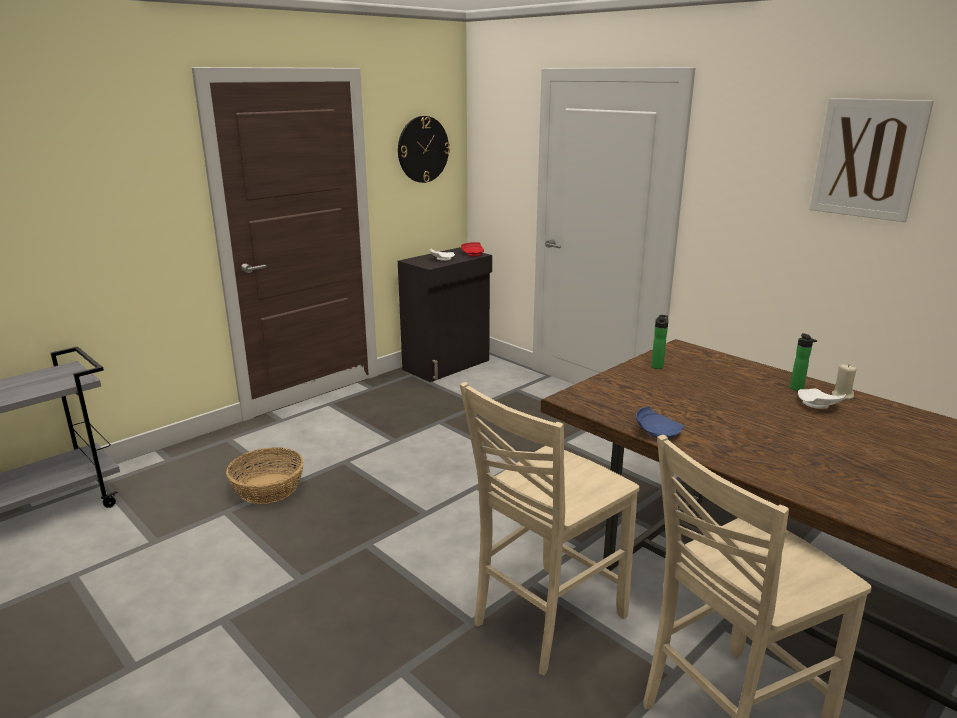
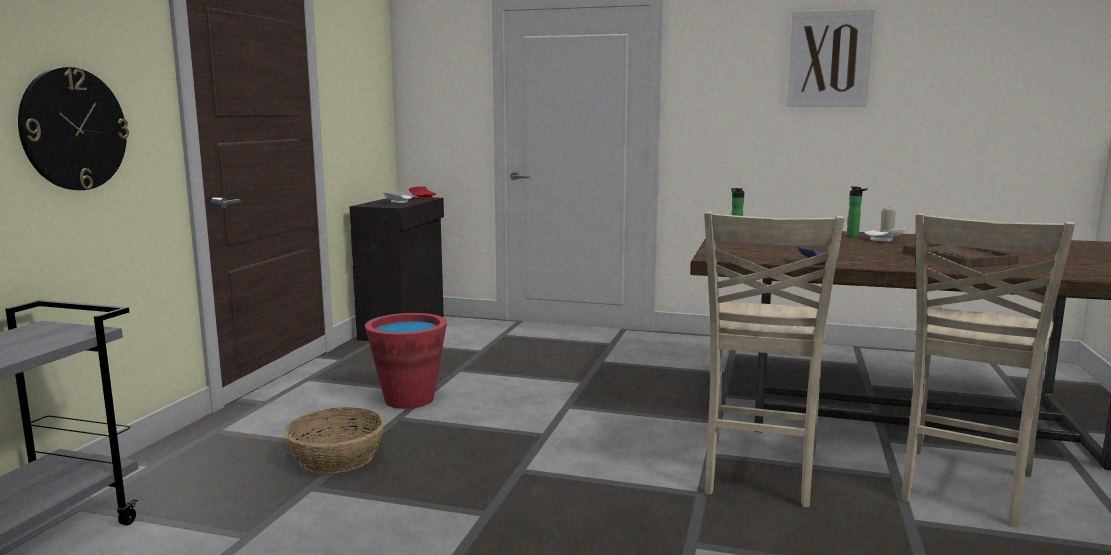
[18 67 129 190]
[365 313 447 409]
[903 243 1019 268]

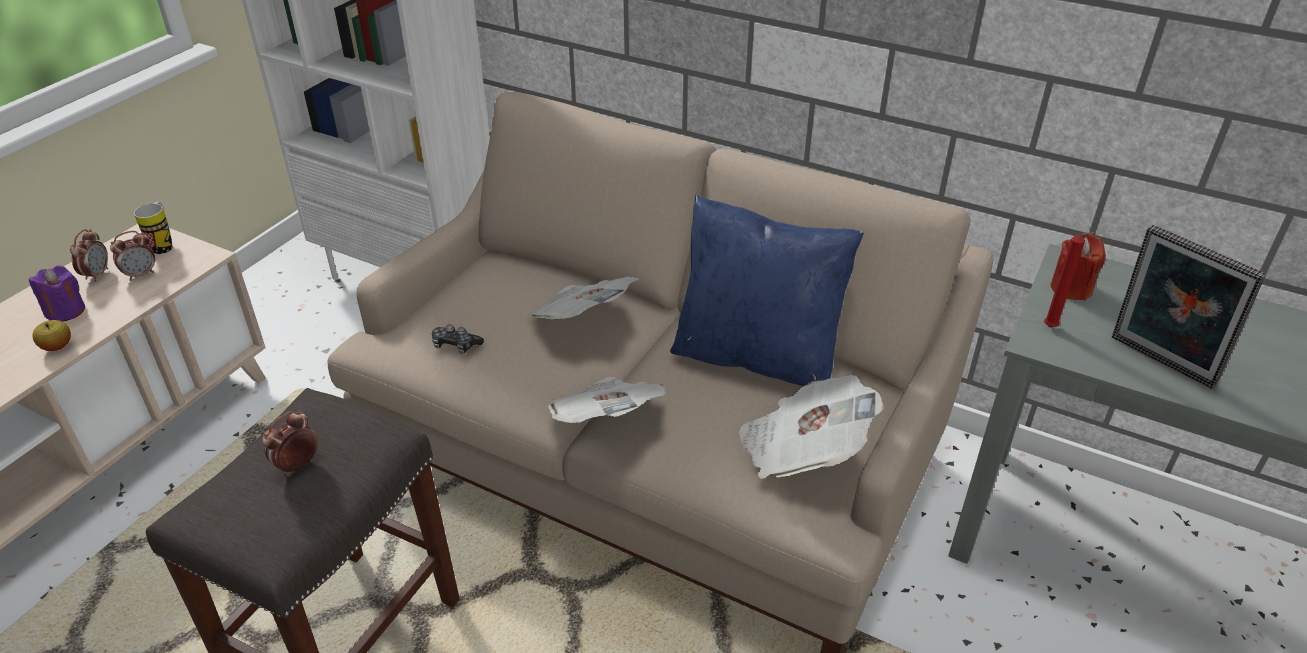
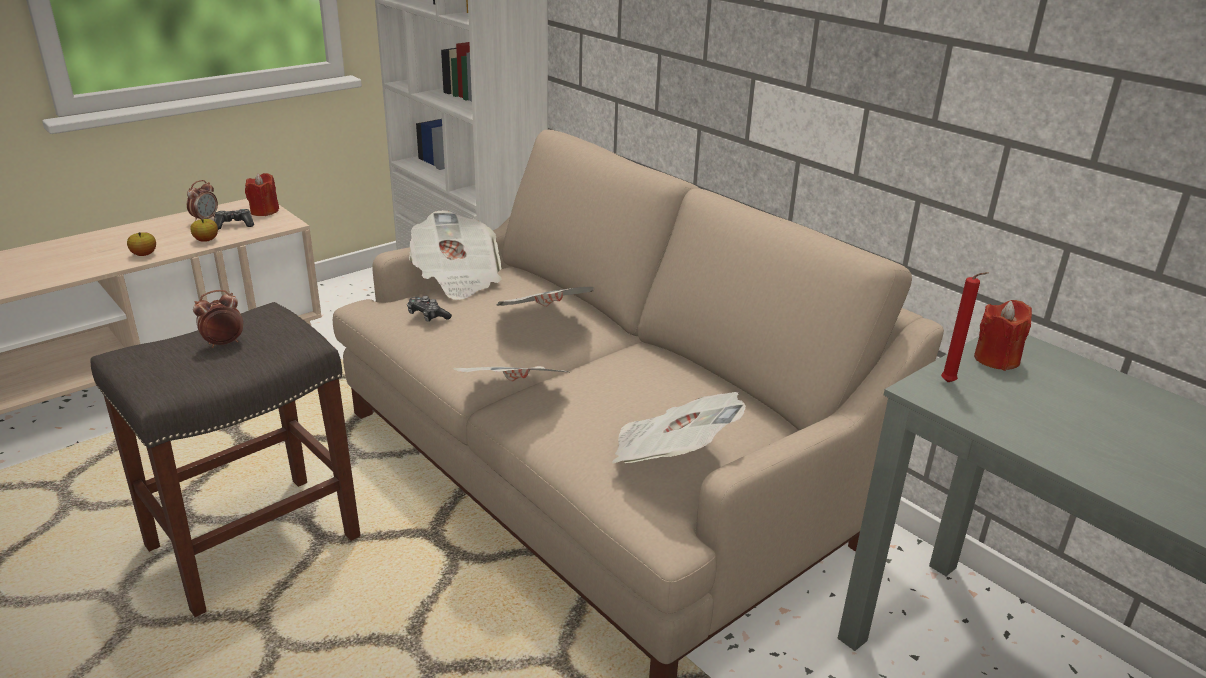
[29 265 85 322] (first image)
[214 209 254 230]
[245 173 279 216]
[670 195 864 386] (first image)
[1112 225 1266 389] (first image)
[190 219 218 242]
[409 210 502 300]

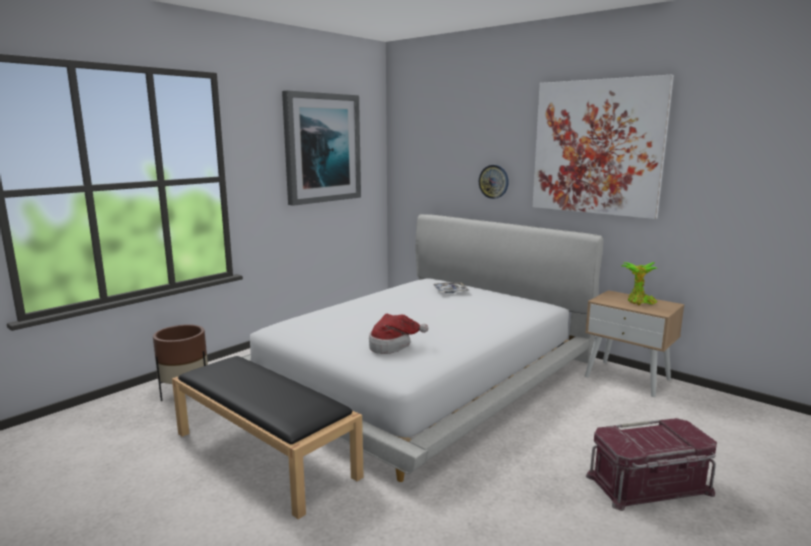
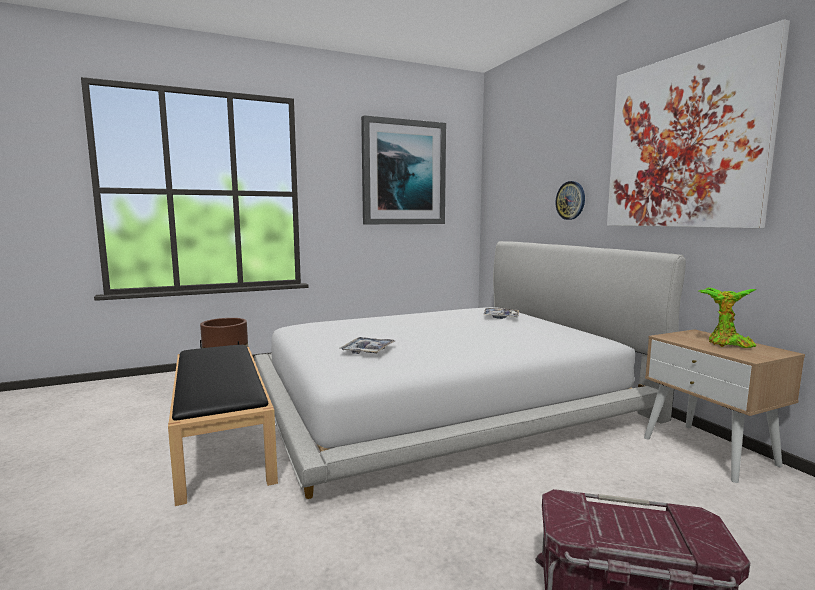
[339 337 395 354]

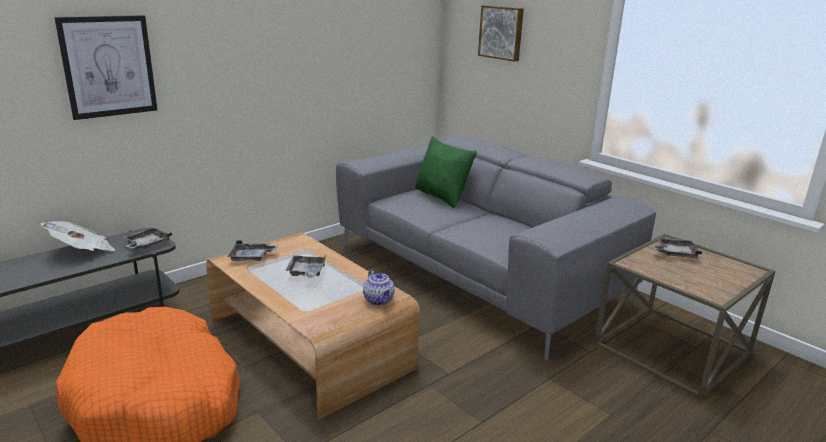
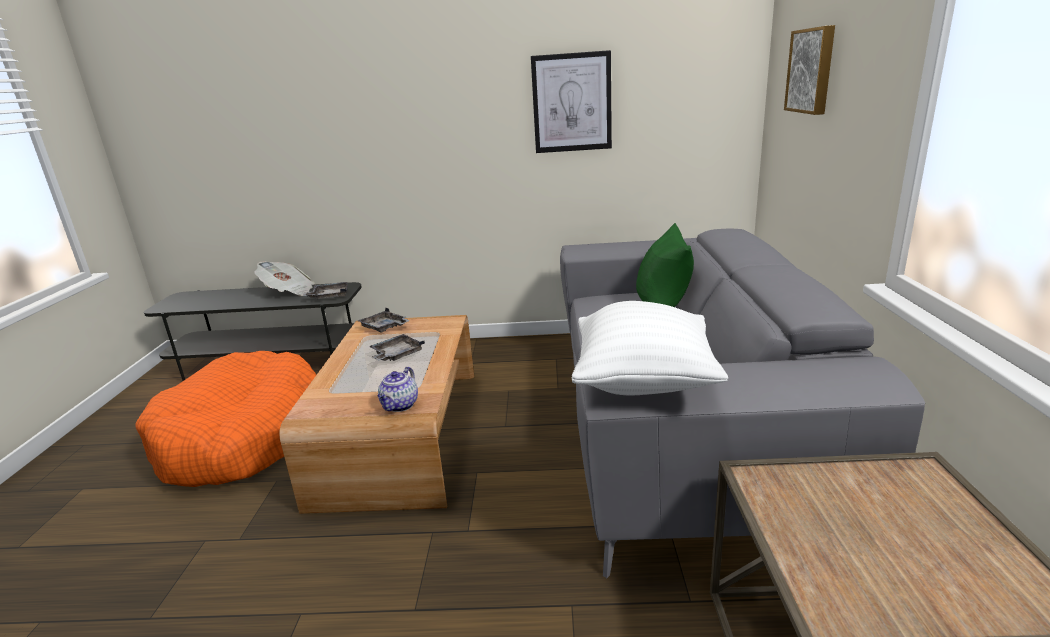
[531 50 612 153]
[652 237 702 258] (first image)
[572 301 728 395]

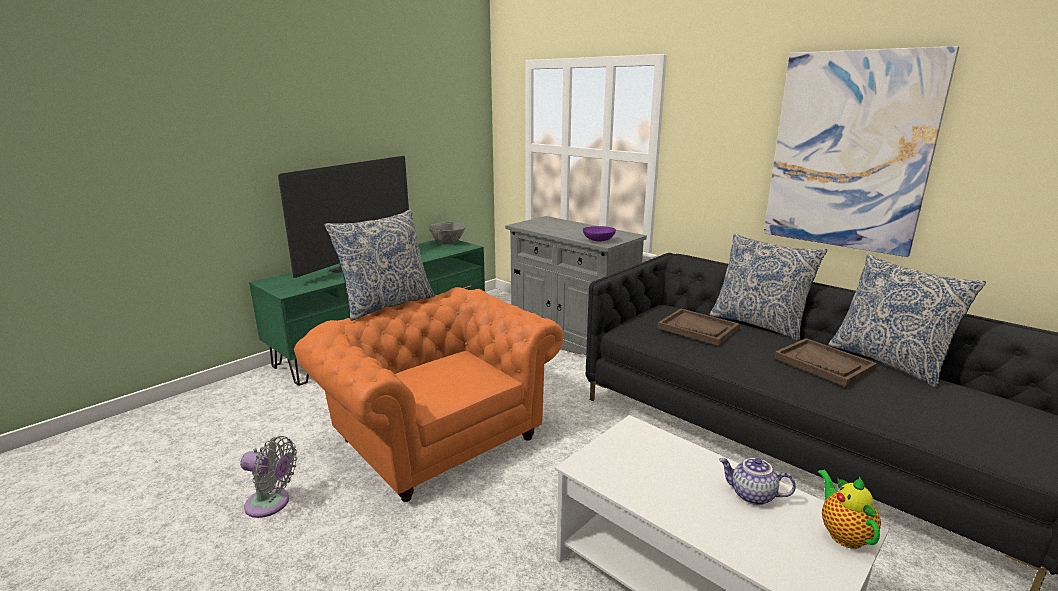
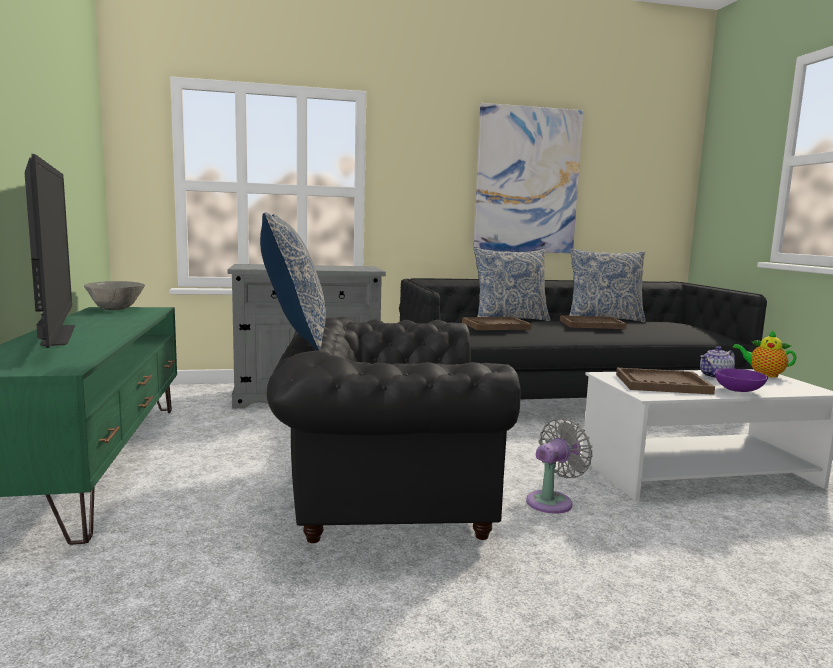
[526 418 593 514]
[267 317 521 543]
[715 368 768 392]
[616 368 715 395]

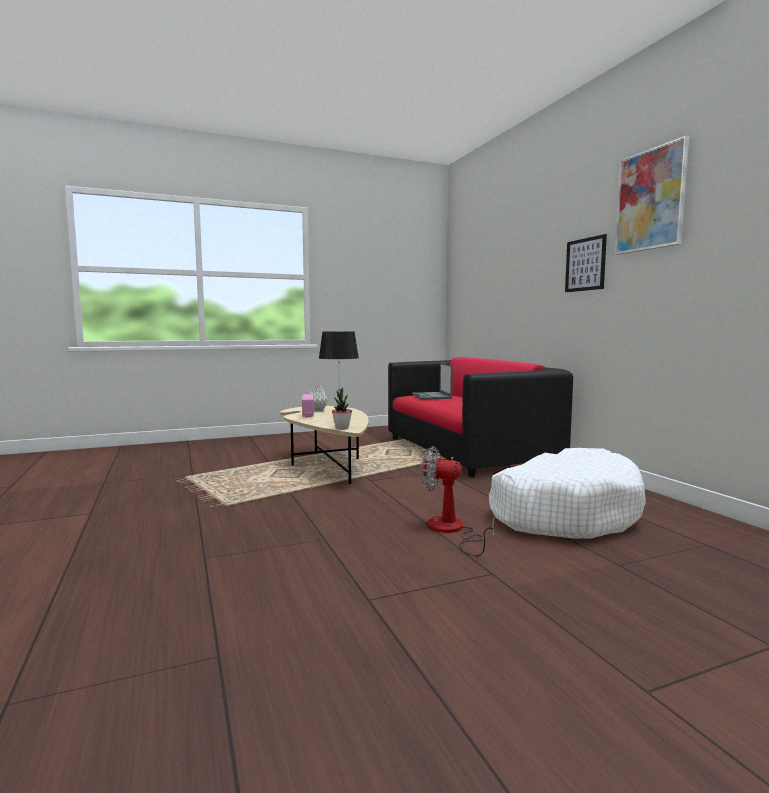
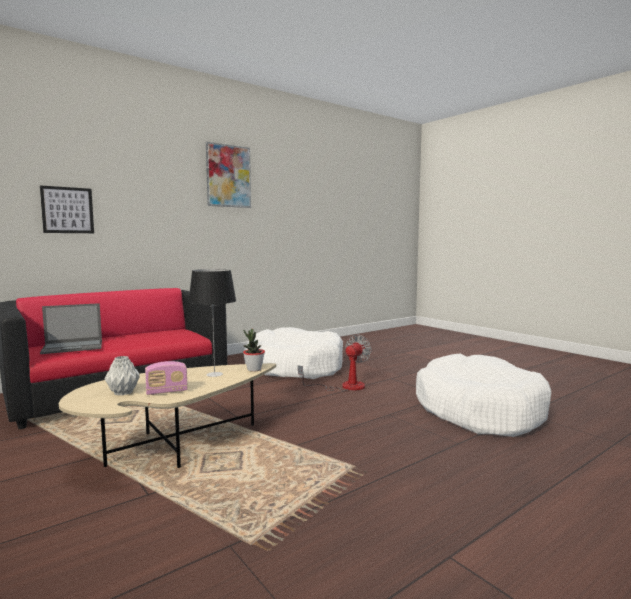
[298 334 371 391]
[40 185 94 233]
[416 354 551 437]

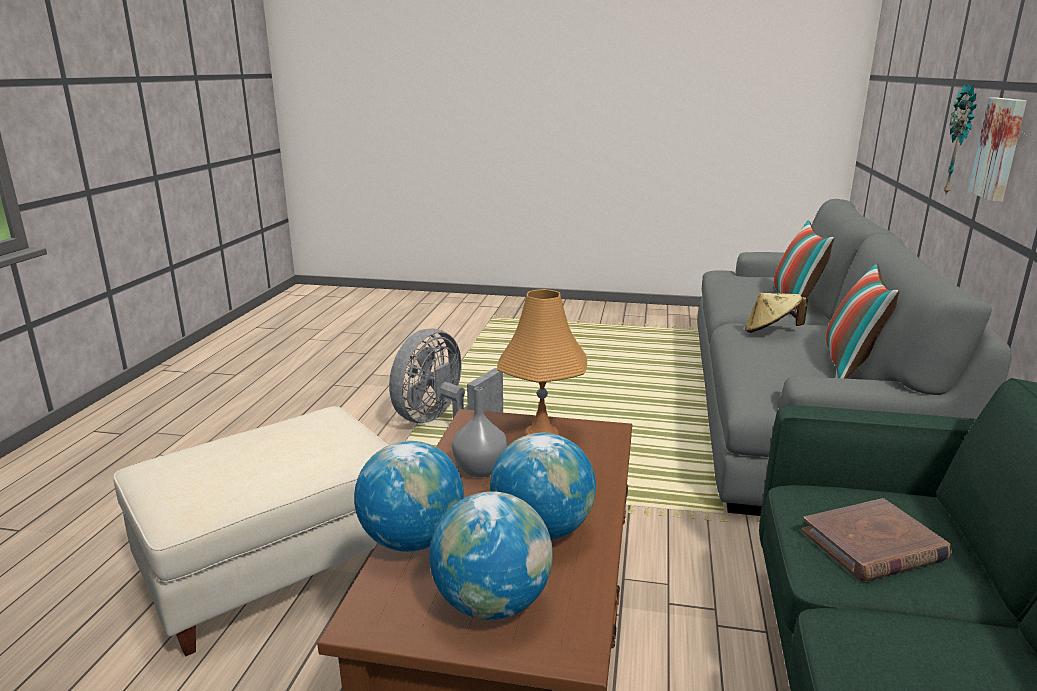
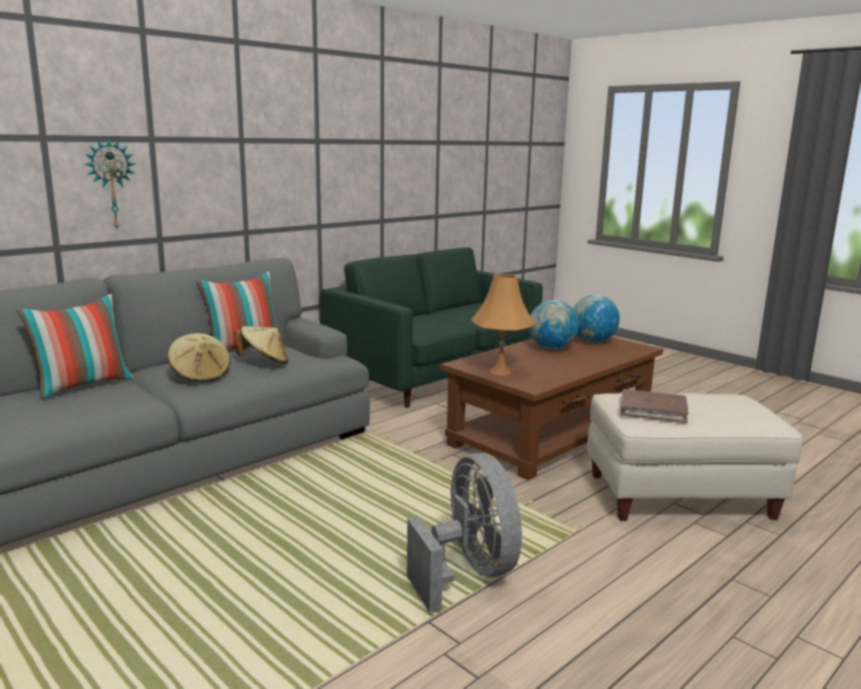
[354 441 464 552] (first image)
[407 453 522 613]
[452 387 507 477] (first image)
[620 389 689 423]
[968 98 1027 202] (first image)
[235 326 289 364]

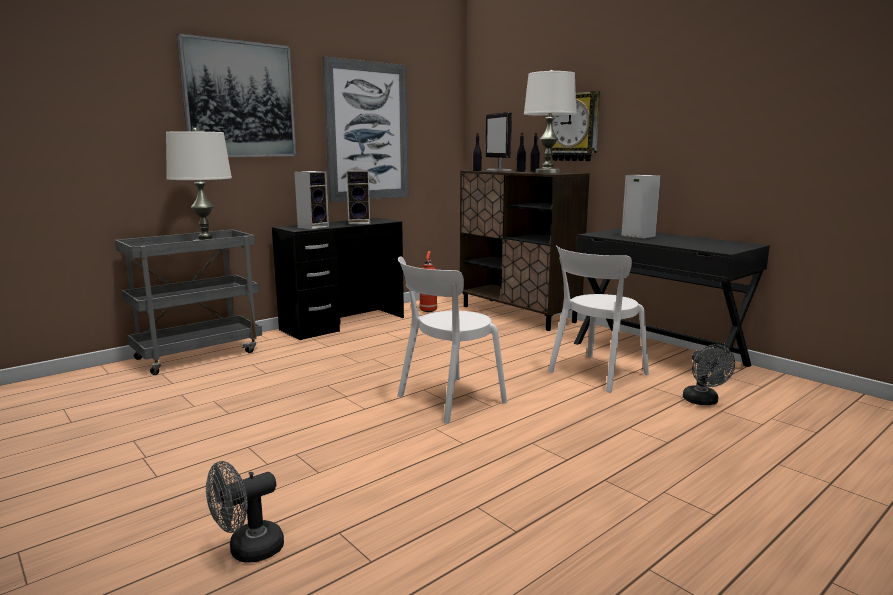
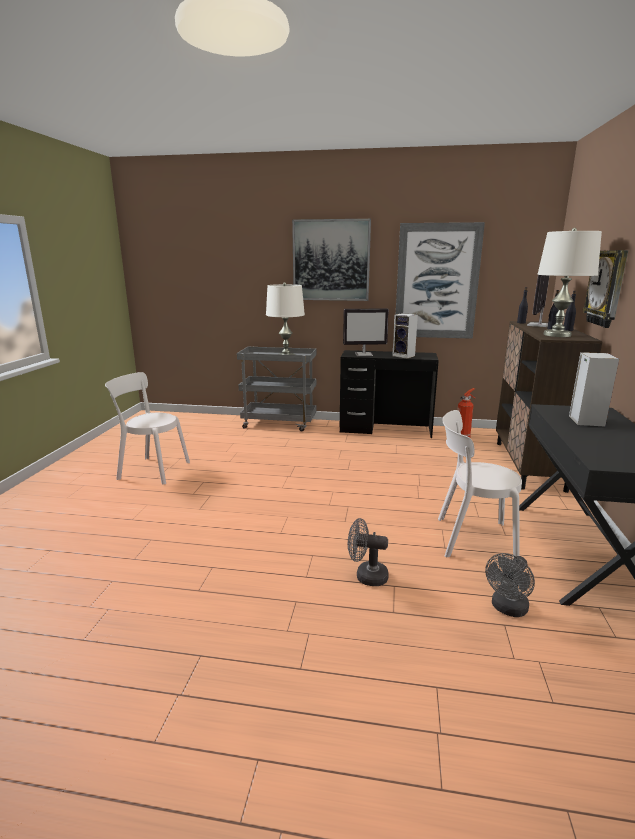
[348 518 389 586]
[343 308 389 356]
[105 372 190 485]

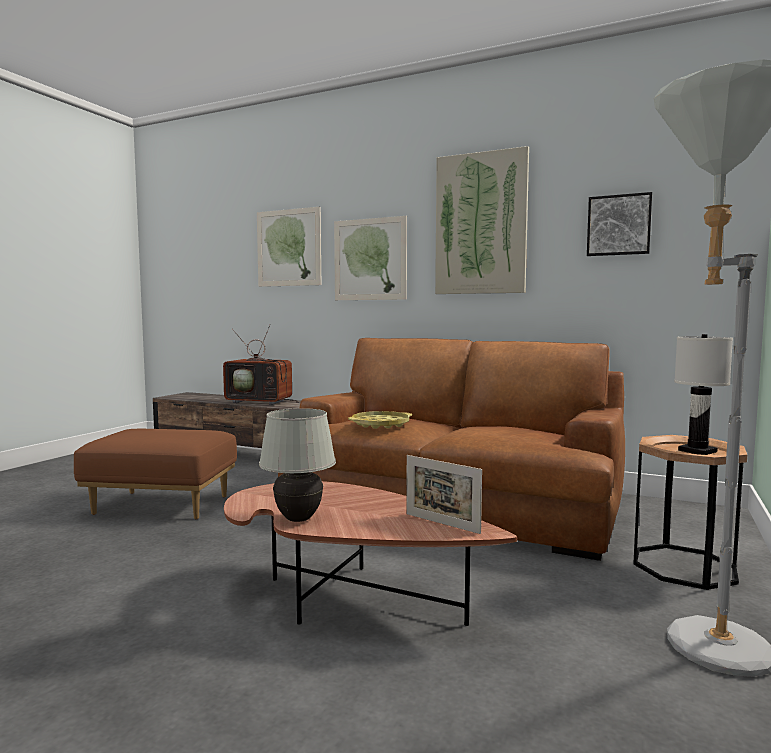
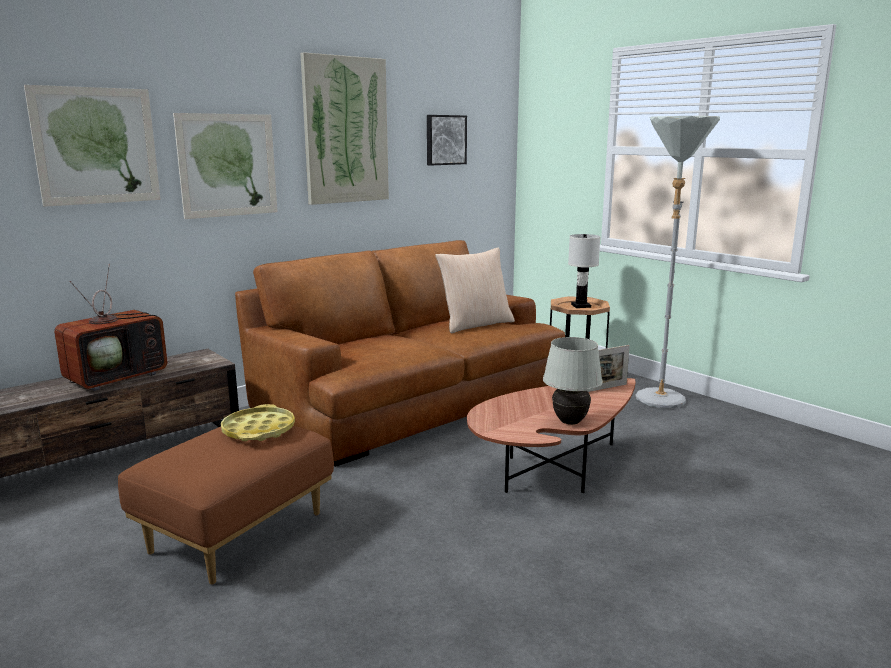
[221 404 295 441]
[435 247 515 333]

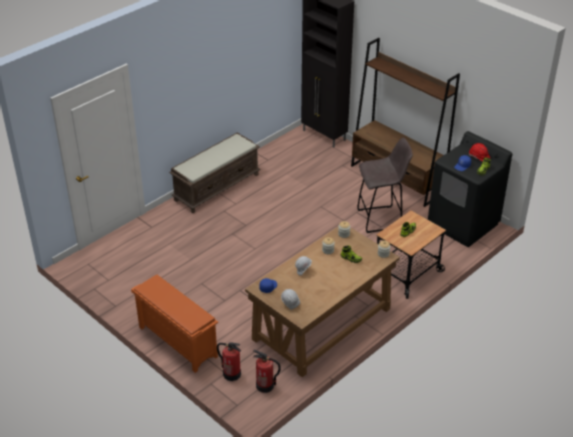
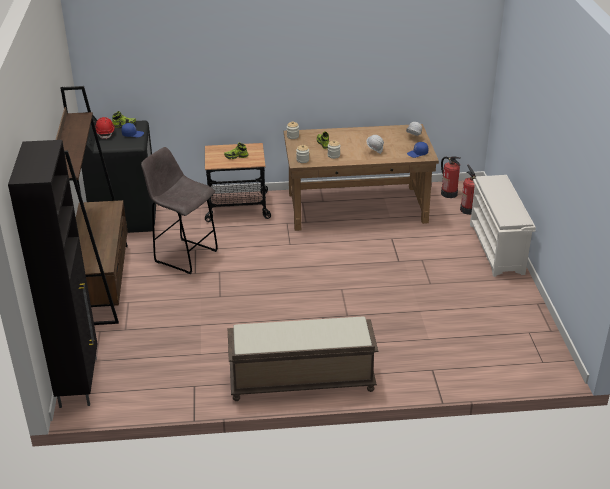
[470 175 536 277]

